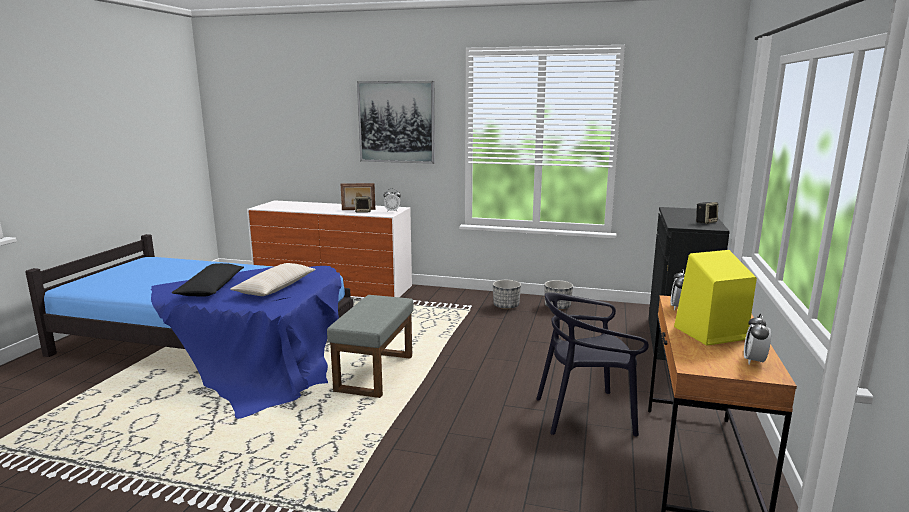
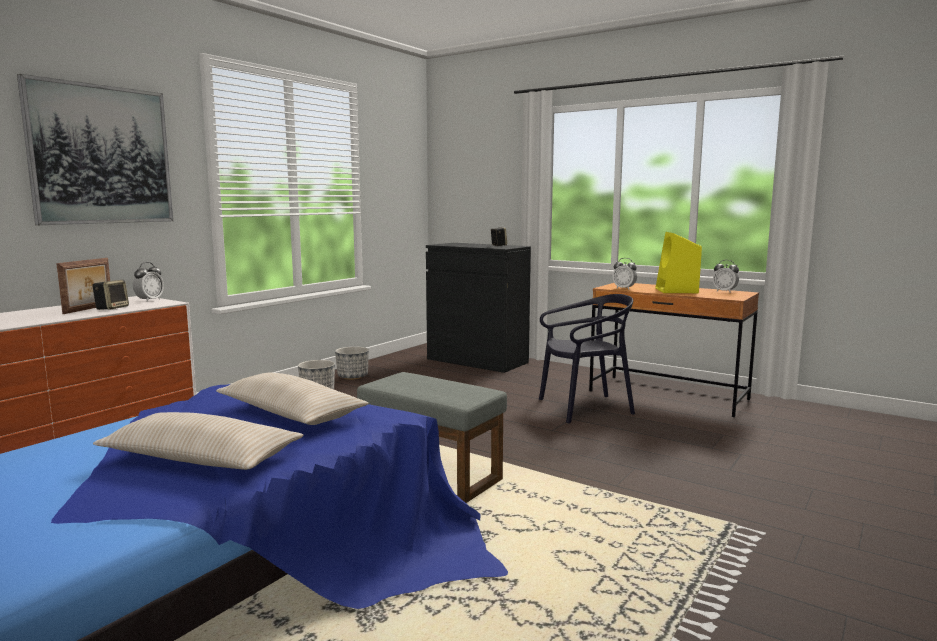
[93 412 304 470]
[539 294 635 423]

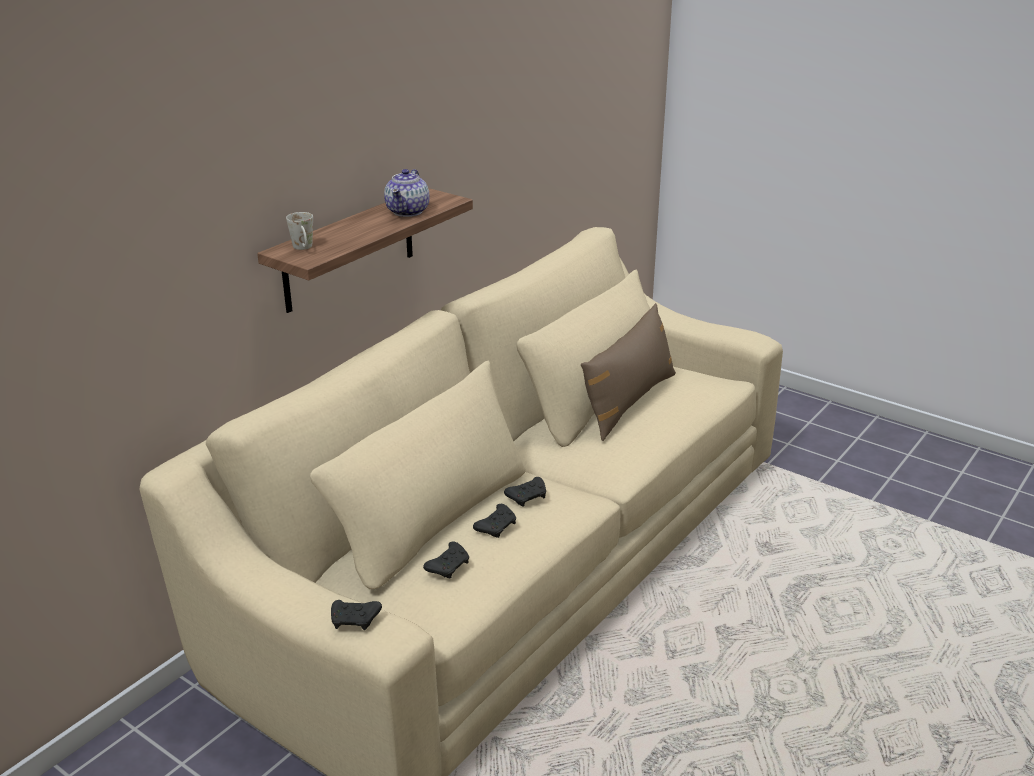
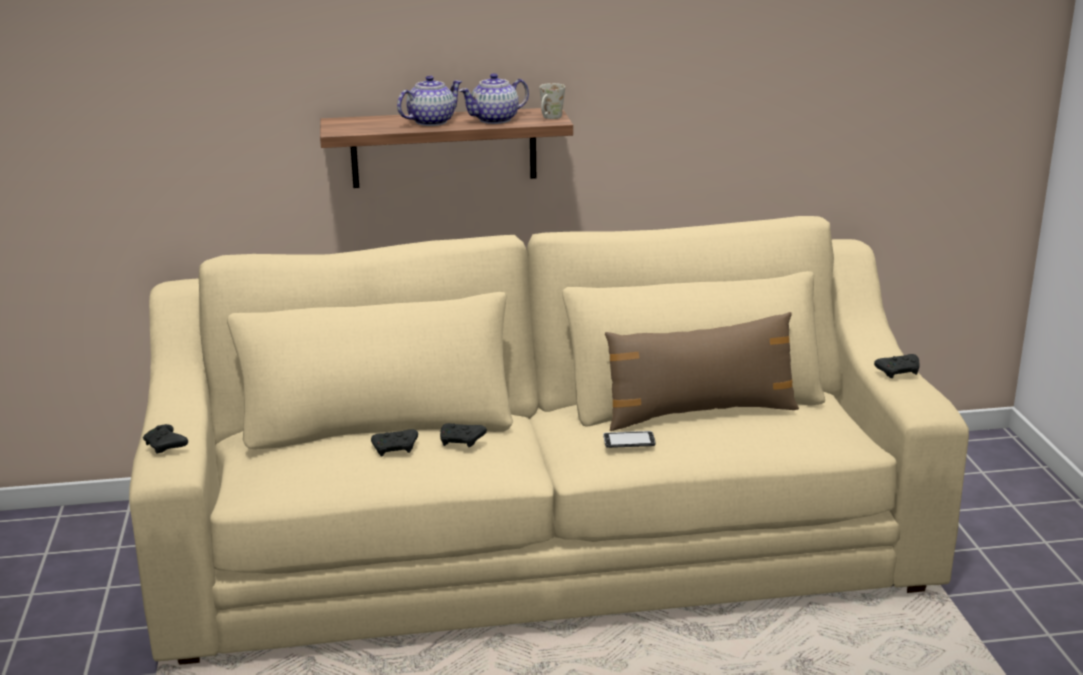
[539 83 565 119]
[874 354 919 378]
[397 75 462 126]
[603 431 656 448]

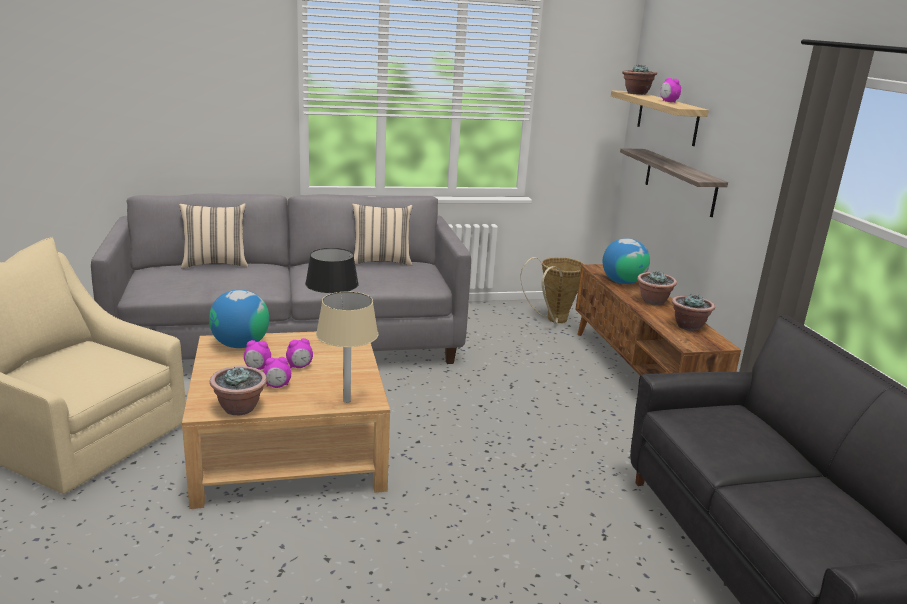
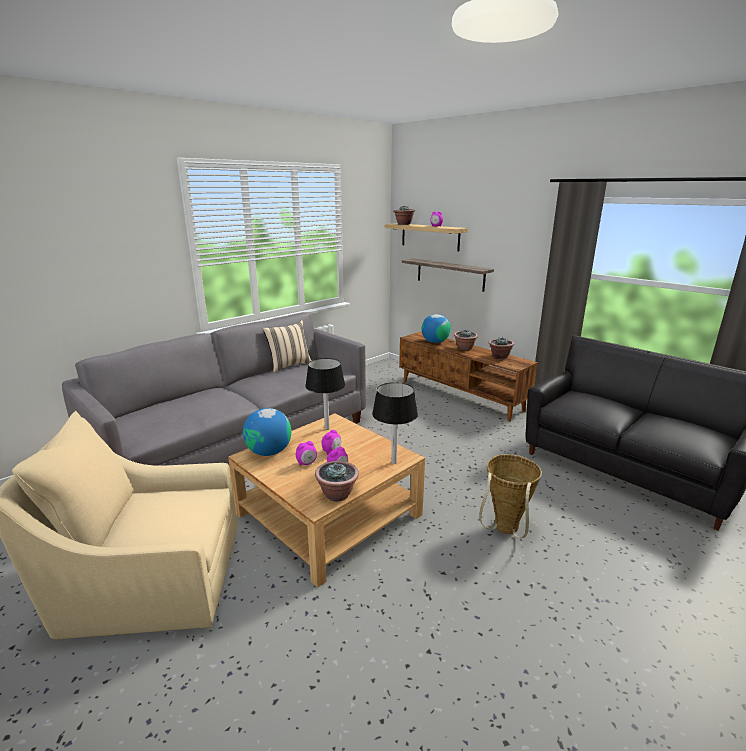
[179 203 248 269] (first image)
[372 382 418 464]
[479 454 542 538]

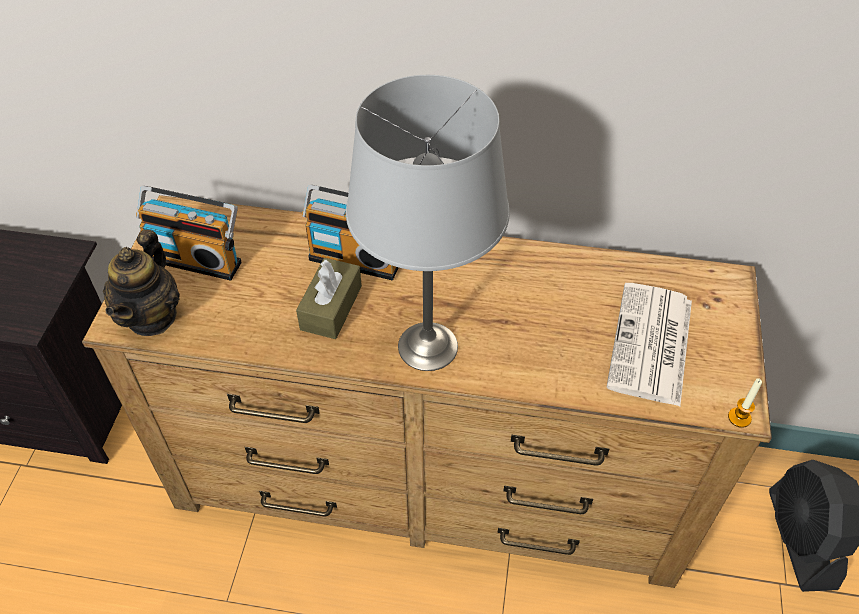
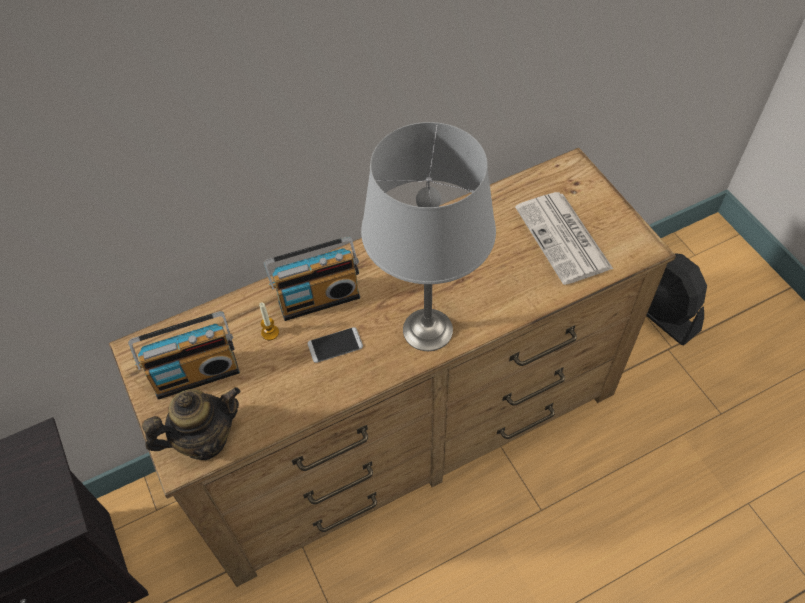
[142 387 240 460]
[308 327 363 363]
[259 303 279 340]

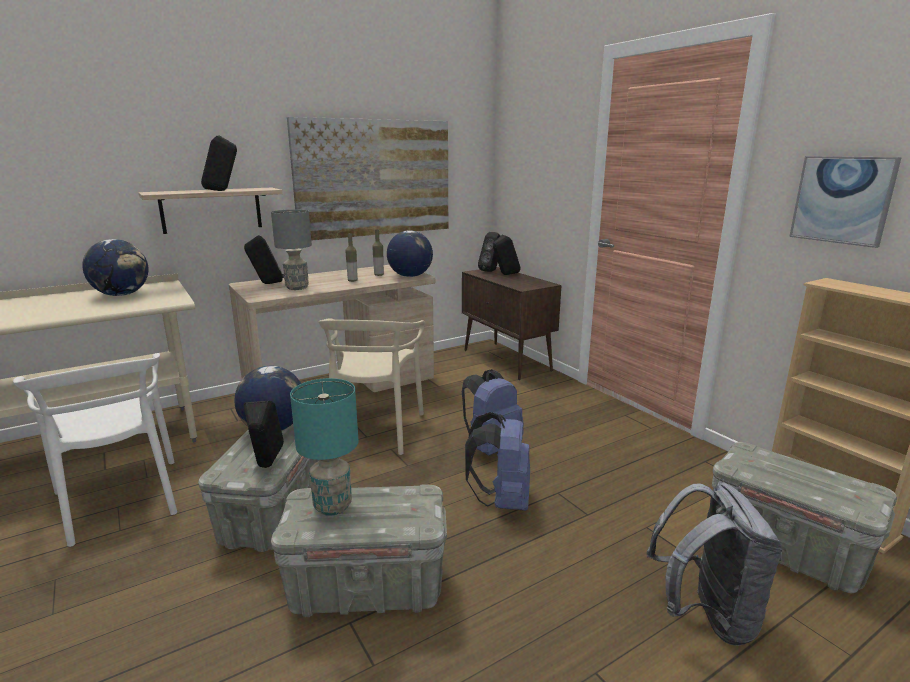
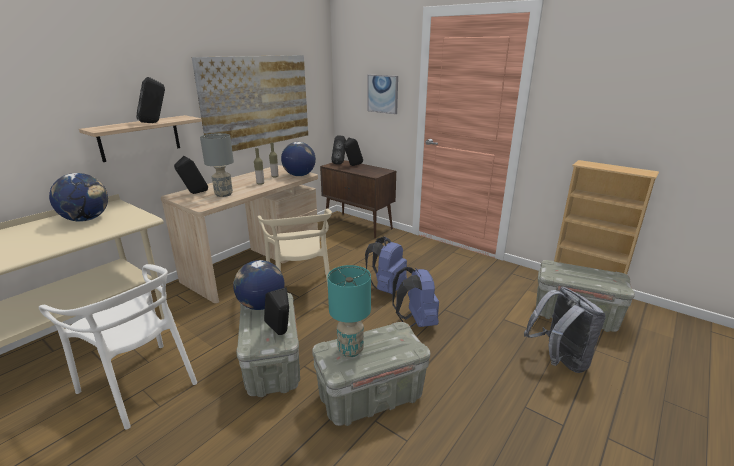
[367 75 398 114]

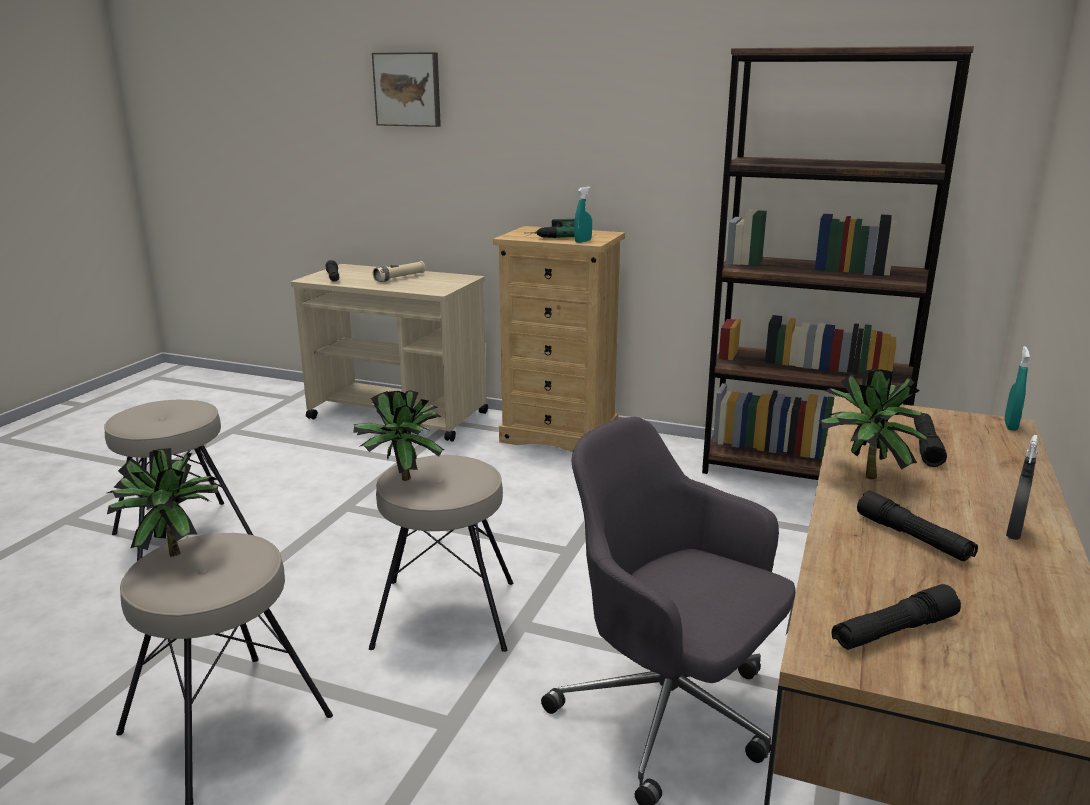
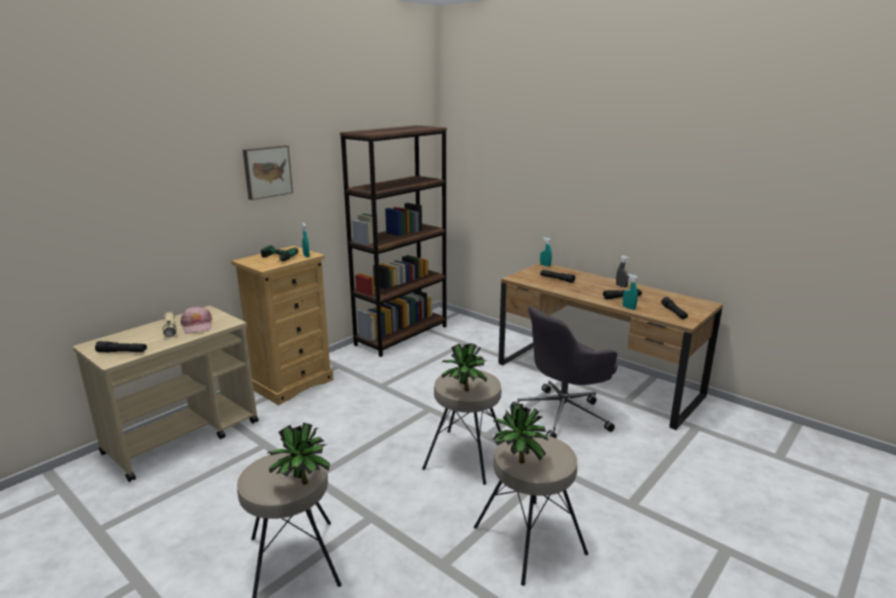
[243 145 293 200]
[266 423 330 485]
[180 306 212 334]
[623 274 638 310]

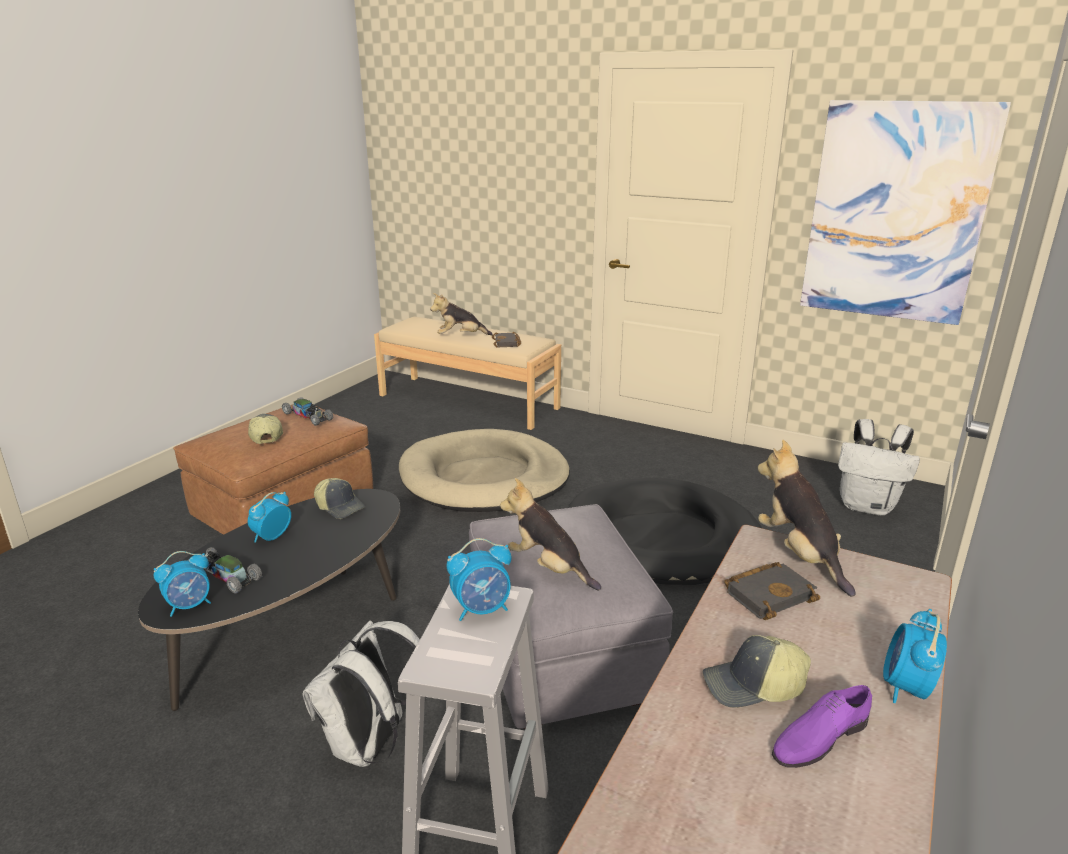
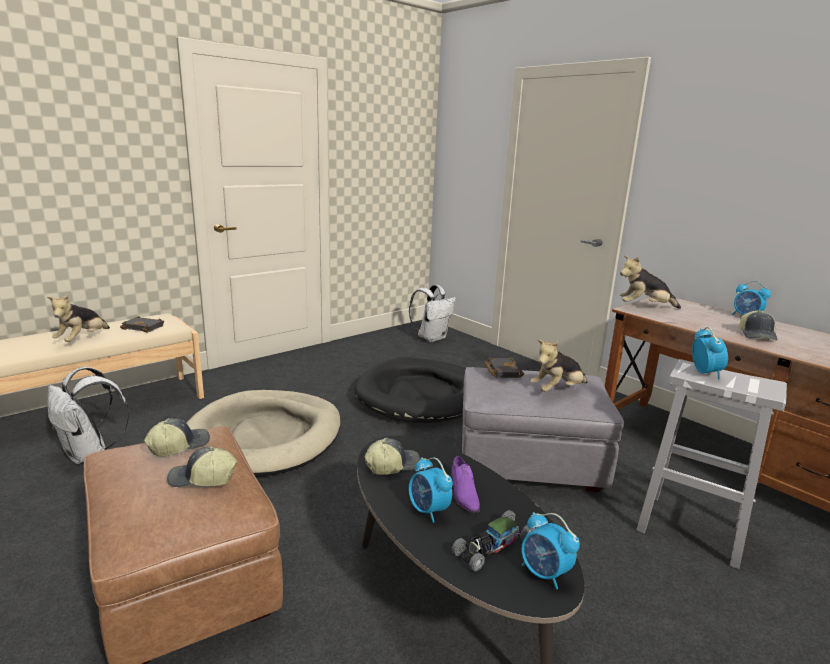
[521 512 580 589]
[144 418 210 457]
[47 367 129 464]
[484 358 524 378]
[451 456 480 513]
[800 100 1011 325] (first image)

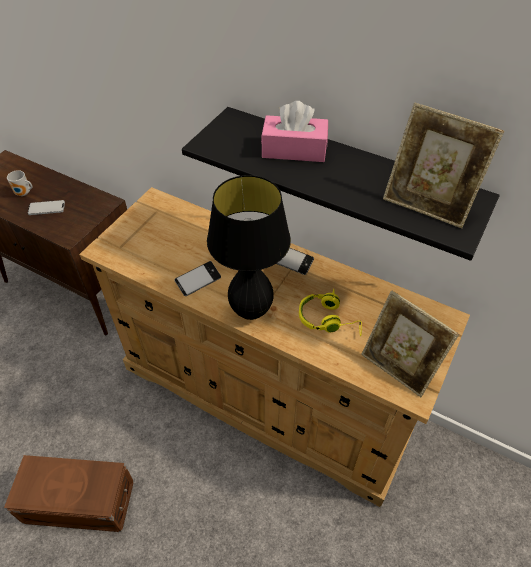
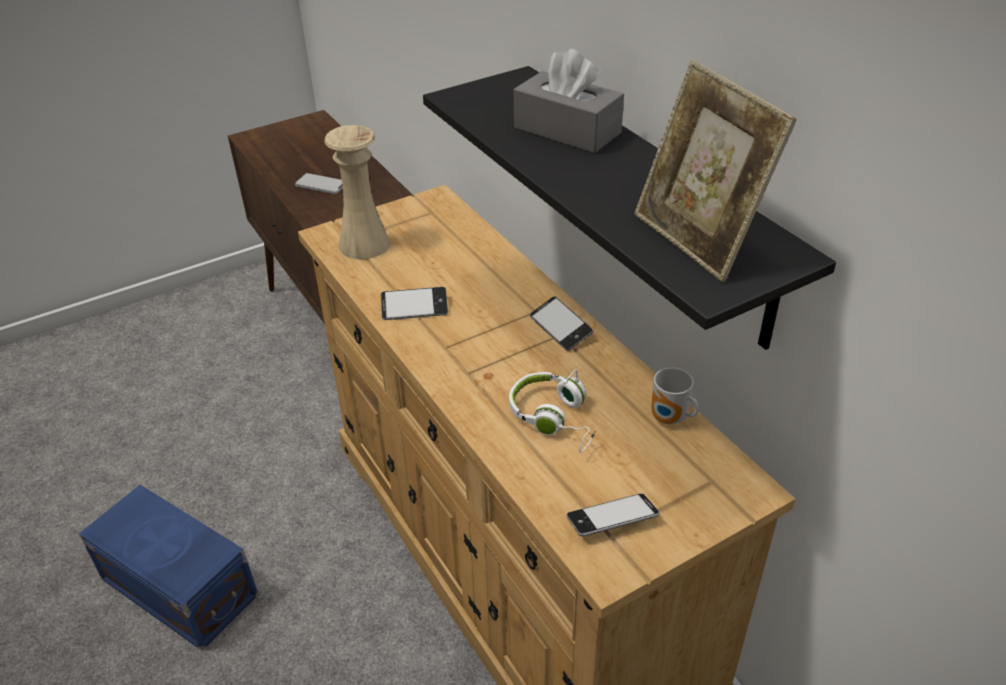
[79 485 258 651]
[651 368 699 425]
[207 175 291 320] (first image)
[514 49 624 153]
[509 370 596 453]
[567 494 659 537]
[324 125 390 259]

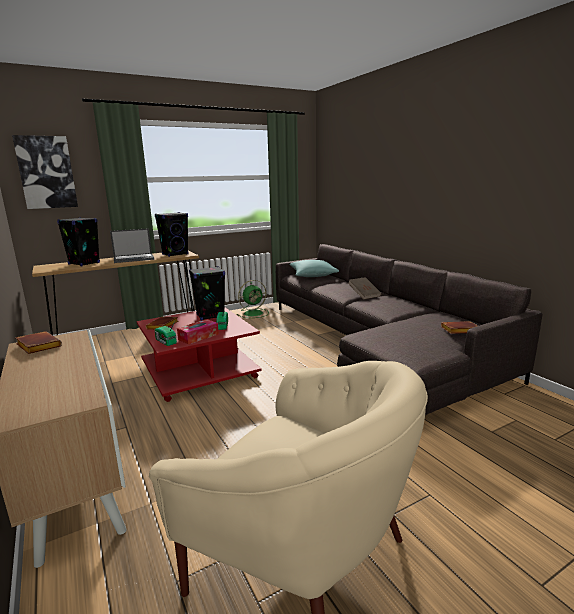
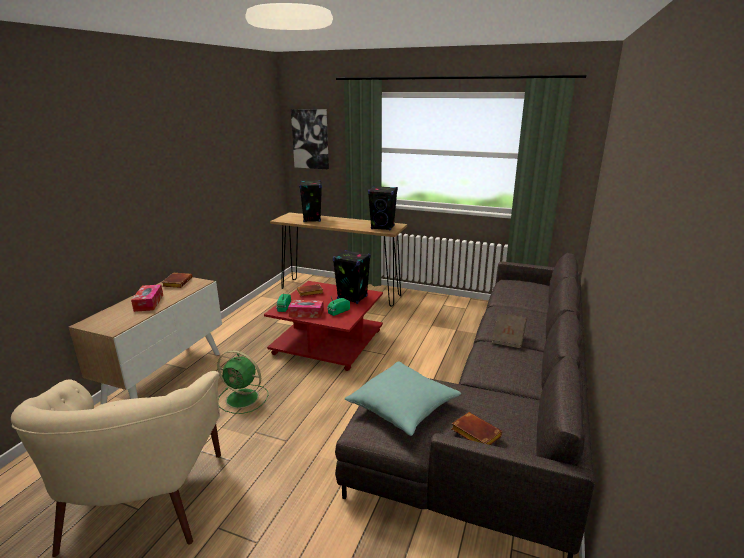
[110 228 154 263] (first image)
[217 350 268 414]
[345 361 461 436]
[131 284 163 312]

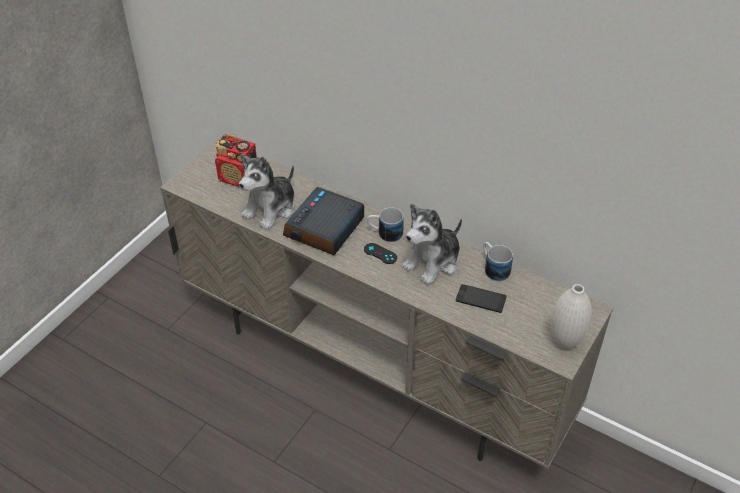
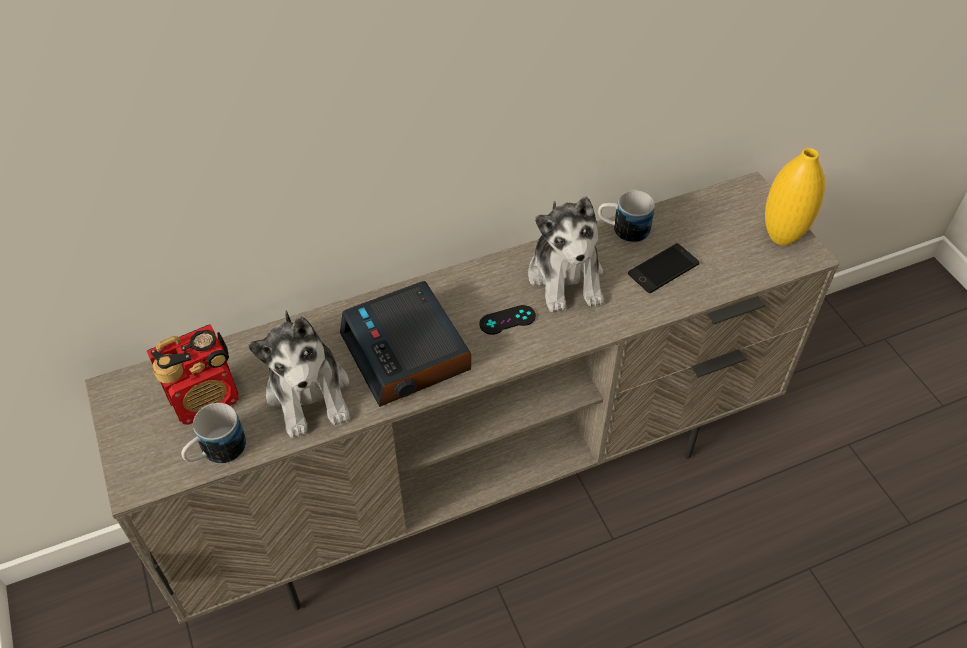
[181 403 246 464]
[765 148 825 245]

